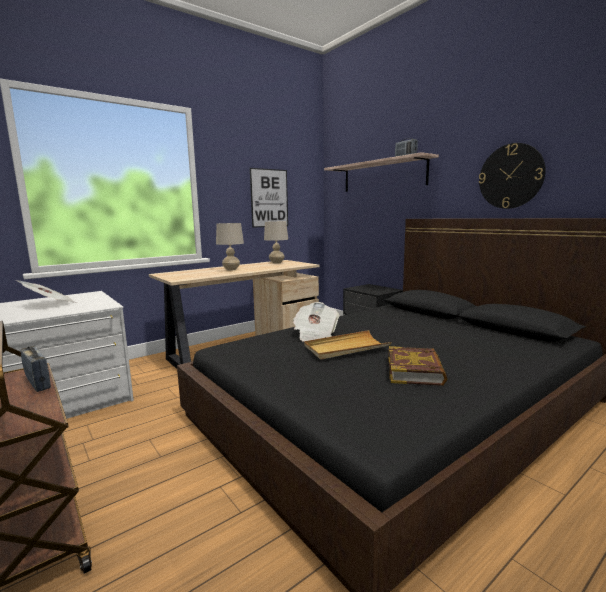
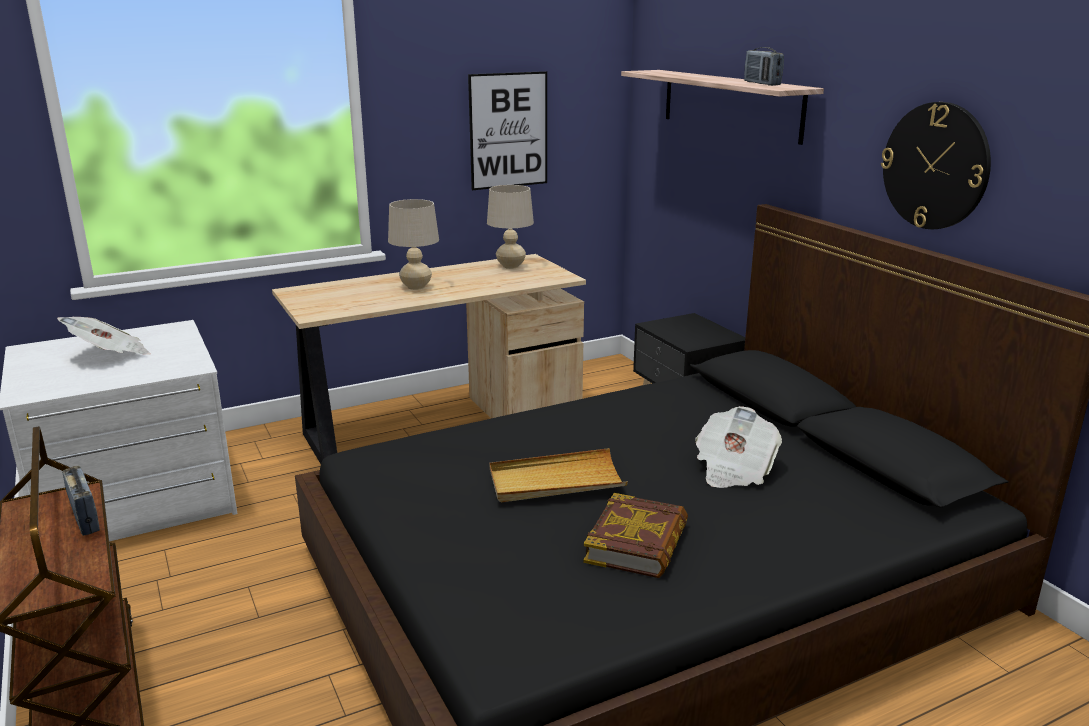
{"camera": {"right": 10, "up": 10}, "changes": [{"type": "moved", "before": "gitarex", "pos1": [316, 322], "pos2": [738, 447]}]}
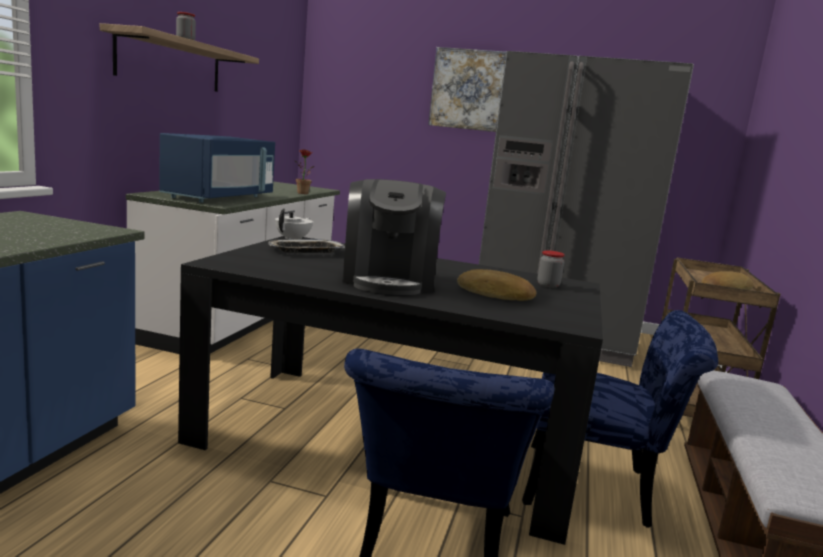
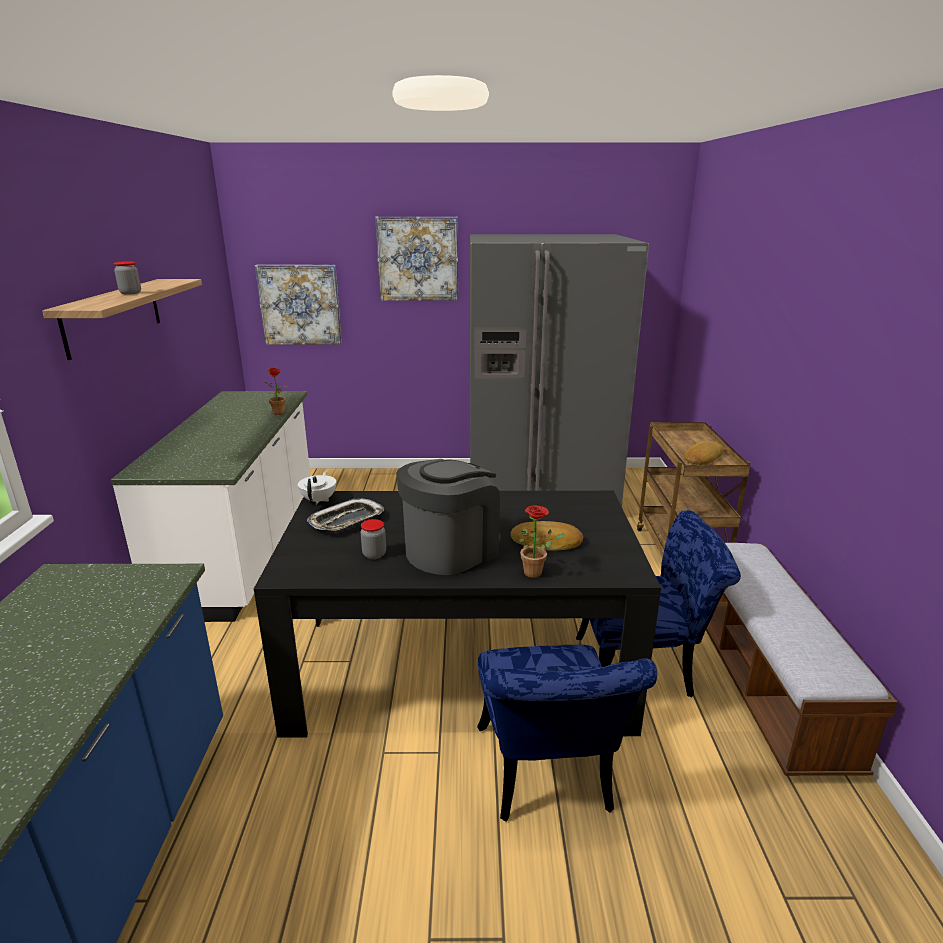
{"camera": {"right": -15, "up": 10}, "changes": [{"type": "added", "after": "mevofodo", "pos2": [298, 305]}, {"type": "moved", "before": "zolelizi", "pos1": [551, 269], "pos2": [373, 539]}, {"type": "turned", "before": "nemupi", "pos1": [394, 237], "pos2": [448, 517], "turn": -120}, {"type": "added", "after": "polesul", "pos2": [542, 541]}, {"type": "removed", "before": "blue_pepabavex", "pos1": [217, 168]}]}
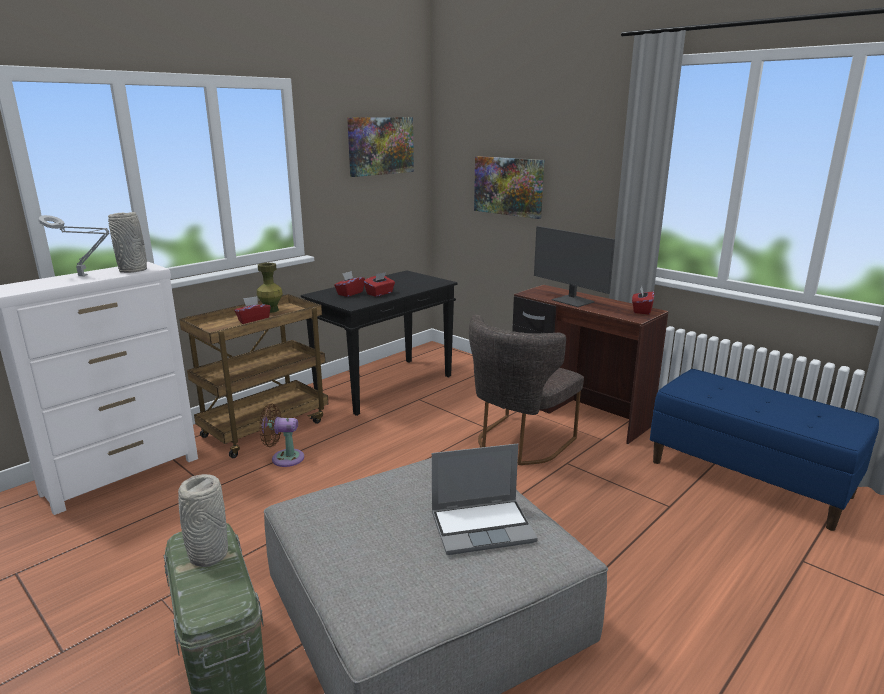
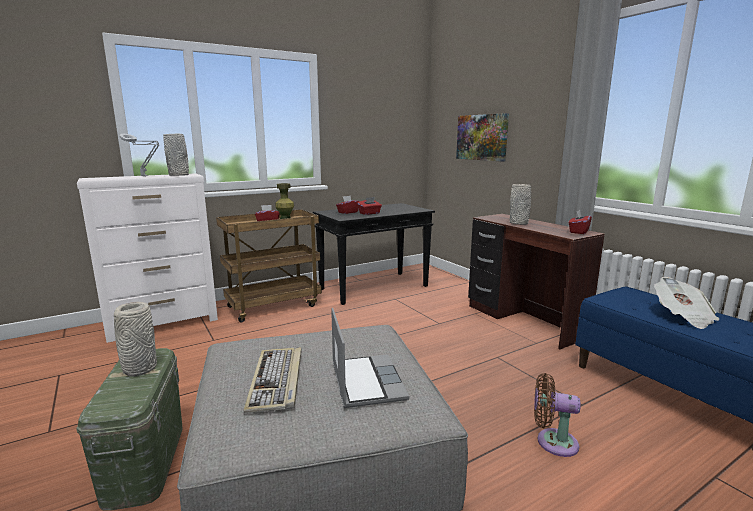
{"camera": {"right": 15, "up": -5}, "changes": [{"type": "added", "after": "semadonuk", "pos2": [273, 380]}, {"type": "turned", "before": "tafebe", "pos1": [485, 499], "pos2": [370, 358], "turn": -105}, {"type": "replaced", "before": "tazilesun", "after": "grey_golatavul", "pos1": [574, 266], "pos2": [520, 204]}, {"type": "moved", "before": "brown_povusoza", "pos1": [281, 435], "pos2": [557, 415]}, {"type": "added", "after": "gitarex", "pos2": [686, 303]}, {"type": "removed", "before": "mevofodo", "pos1": [380, 147]}, {"type": "removed", "before": "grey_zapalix", "pos1": [526, 390]}]}
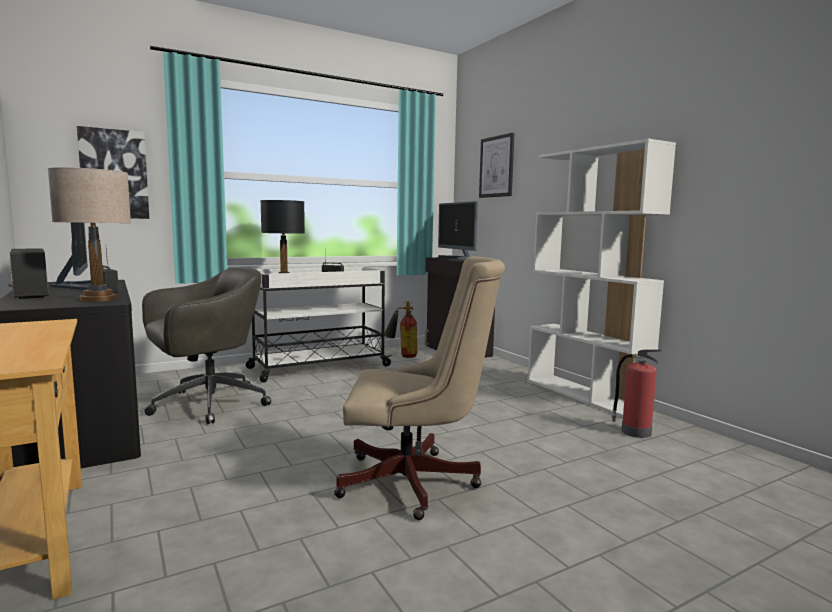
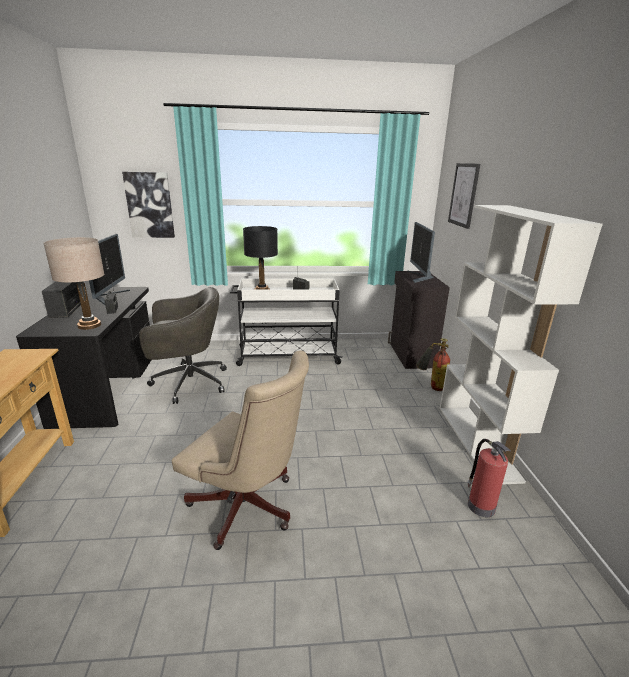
{"camera": {"right": 25, "up": 15}, "changes": [{"type": "moved", "before": "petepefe", "pos1": [400, 329], "pos2": [433, 364]}]}
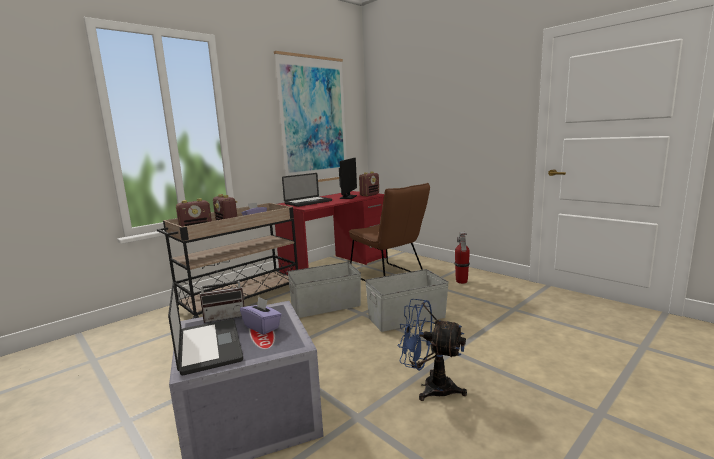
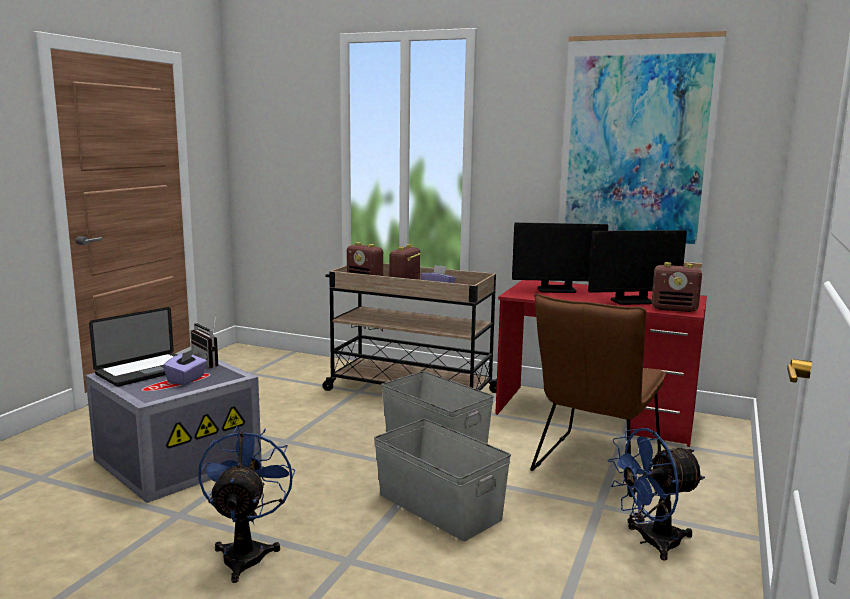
{"camera": {"right": 65, "up": 0}, "changes": [{"type": "replaced", "before": "tafebe", "after": "tazilesun", "pos1": [307, 190], "pos2": [560, 257]}, {"type": "replaced", "before": "petepefe", "after": "blue_povusoza", "pos1": [462, 258], "pos2": [656, 494]}]}
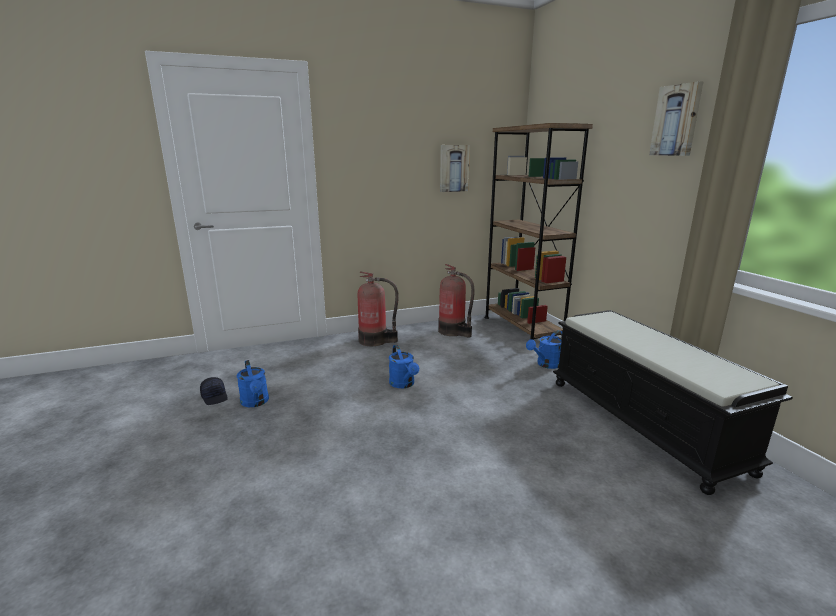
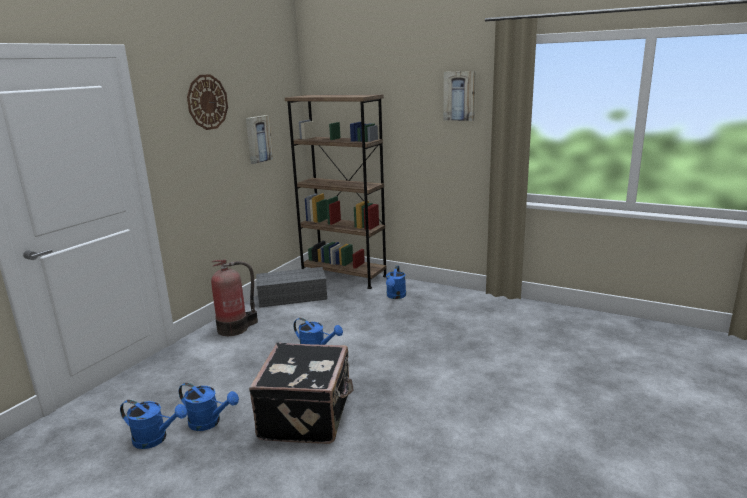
{"camera": {"right": -40, "up": 0}, "changes": [{"type": "replaced", "before": "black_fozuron", "after": "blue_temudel", "pos1": [214, 391], "pos2": [153, 424]}, {"type": "added", "after": "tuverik", "pos2": [207, 102]}, {"type": "added", "after": "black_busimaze", "pos2": [301, 393]}, {"type": "replaced", "before": "petepefe", "after": "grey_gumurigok", "pos1": [456, 301], "pos2": [291, 287]}, {"type": "removed", "before": "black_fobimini", "pos1": [673, 402]}]}
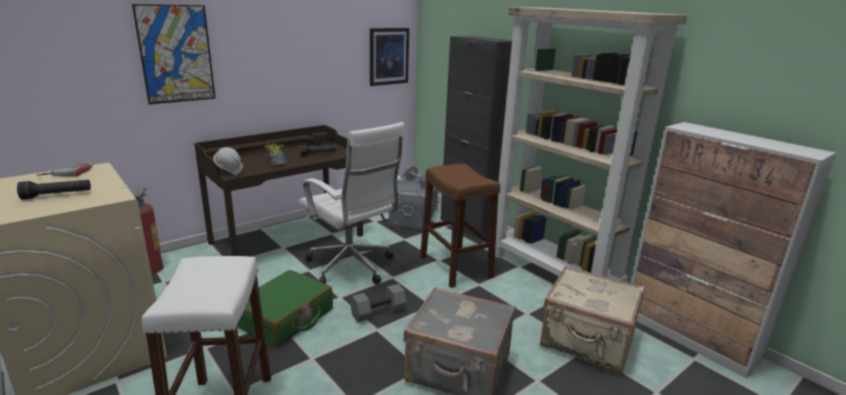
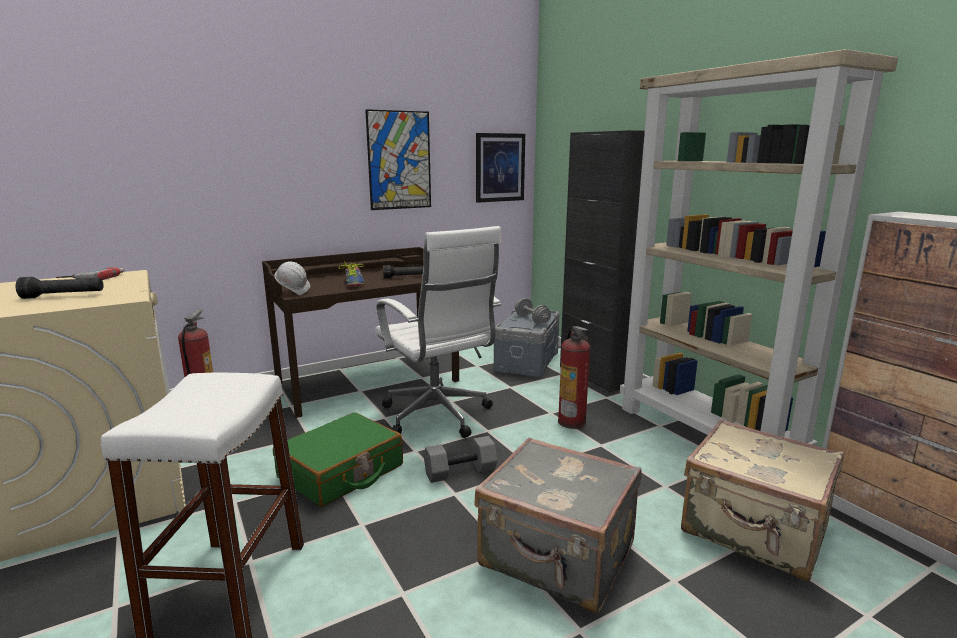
{"camera": {"right": 10, "up": -5}, "changes": [{"type": "moved", "before": "mevofodo", "pos1": [174, 54], "pos2": [398, 159]}, {"type": "replaced", "before": "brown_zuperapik", "after": "petepefe", "pos1": [460, 226], "pos2": [574, 377]}]}
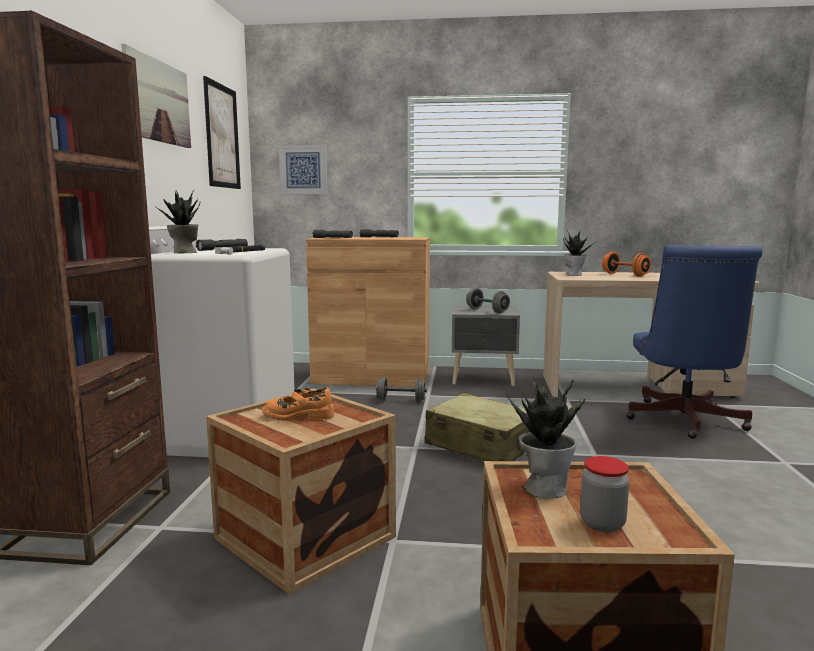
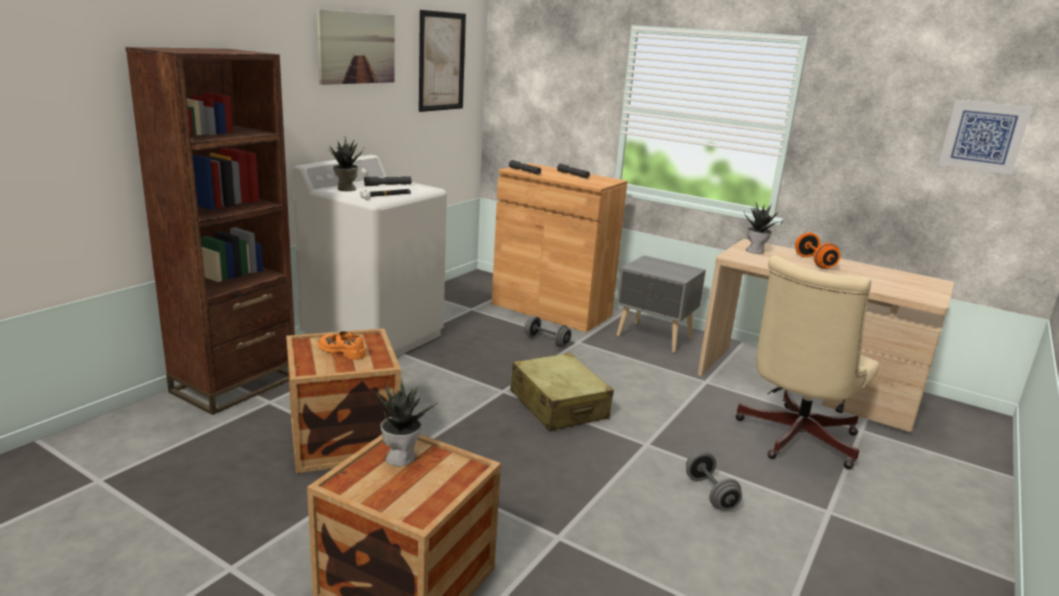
{"camera": {"right": 25, "up": 10}, "changes": [{"type": "moved", "before": "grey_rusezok", "pos1": [488, 300], "pos2": [714, 481]}, {"type": "recoloured", "before": "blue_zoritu", "after": "beige_zoritu", "pos1": [694, 342], "pos2": [807, 362]}, {"type": "moved", "before": "mevofodo", "pos1": [303, 170], "pos2": [985, 137]}, {"type": "removed", "before": "zolelizi", "pos1": [605, 494]}]}
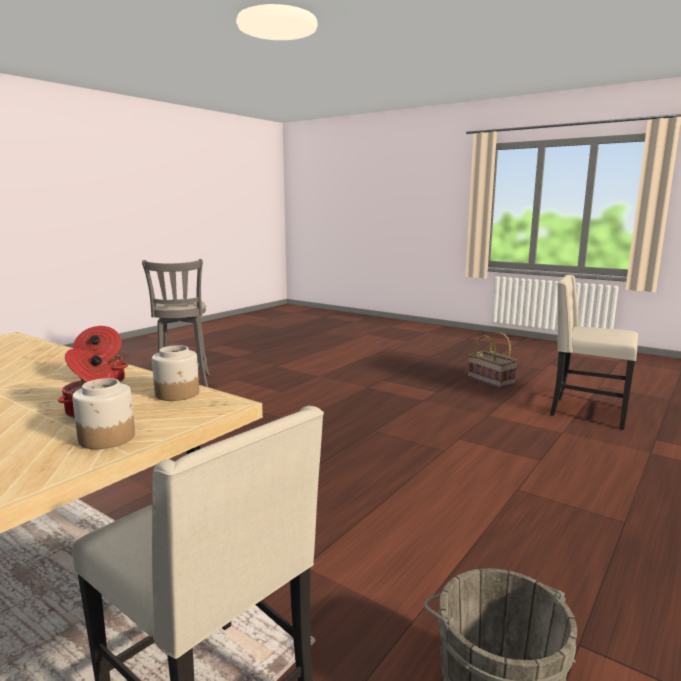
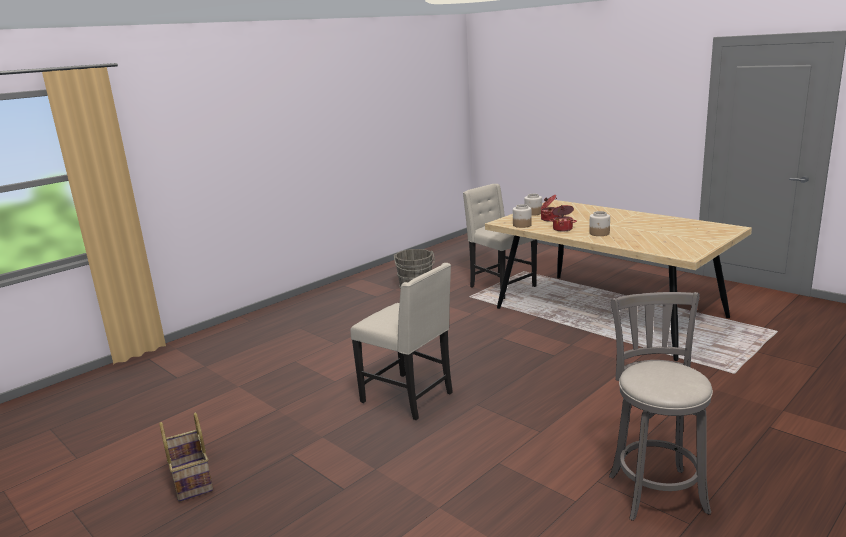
{"camera": {"right": -170, "up": 5}, "changes": [{"type": "moved", "before": "beige_zapalix", "pos1": [594, 352], "pos2": [402, 341]}, {"type": "added", "after": "zolelizi", "pos2": [599, 223]}]}
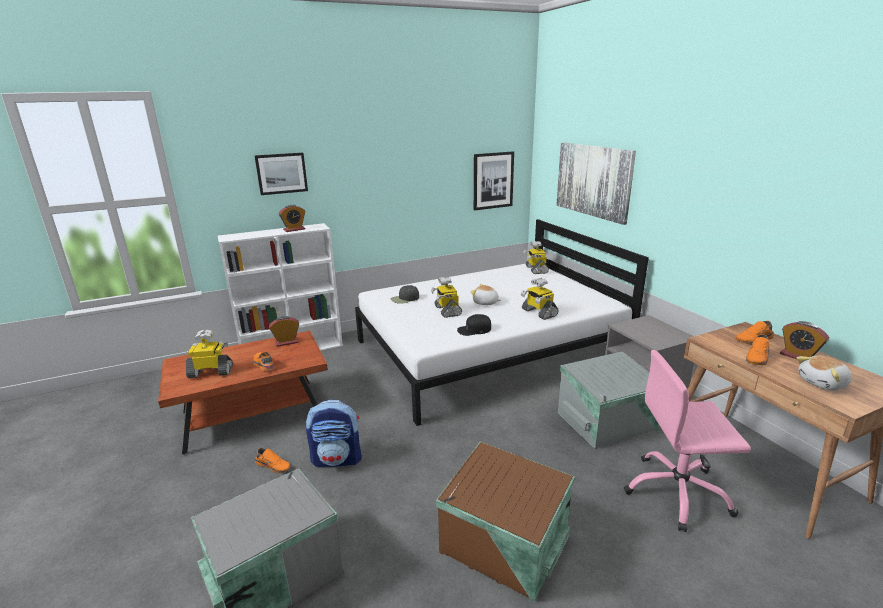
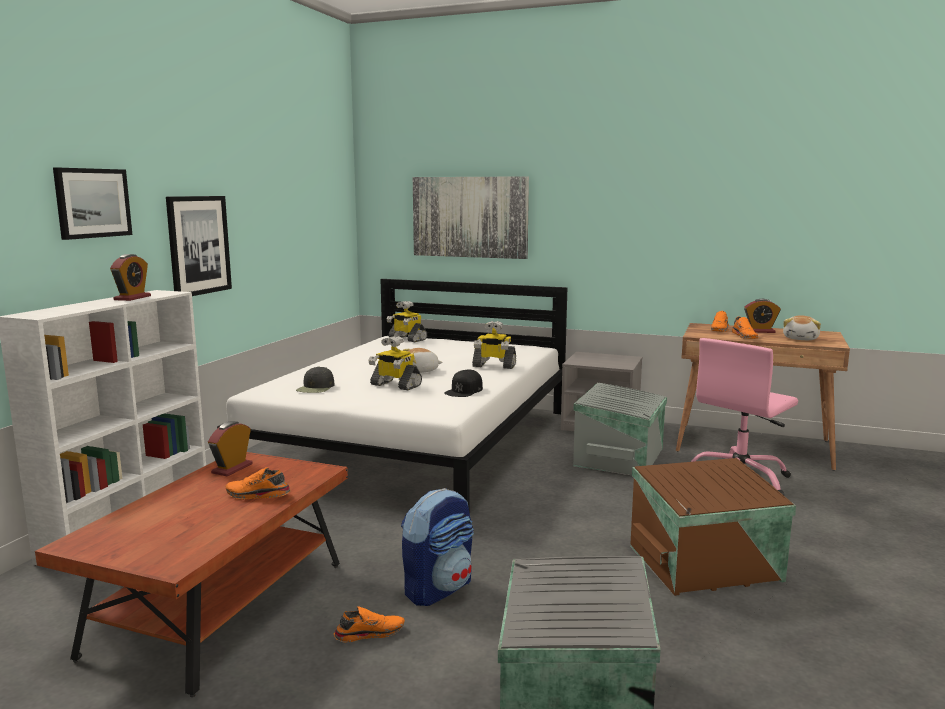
{"camera": {"right": -45, "up": -10}, "changes": [{"type": "moved", "before": "mevofodo", "pos1": [494, 180], "pos2": [199, 246]}, {"type": "removed", "before": "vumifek", "pos1": [209, 354]}]}
